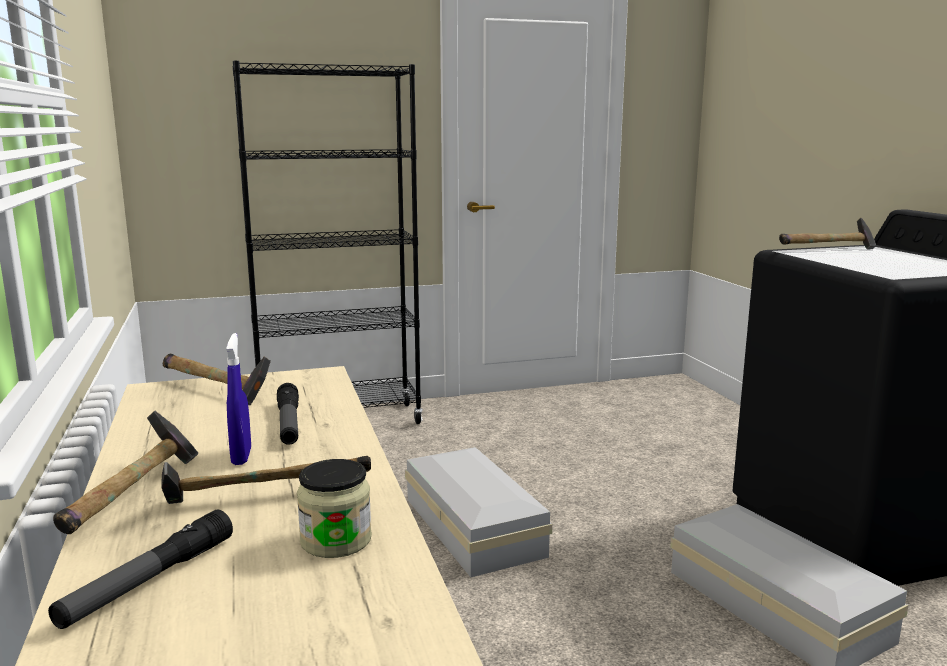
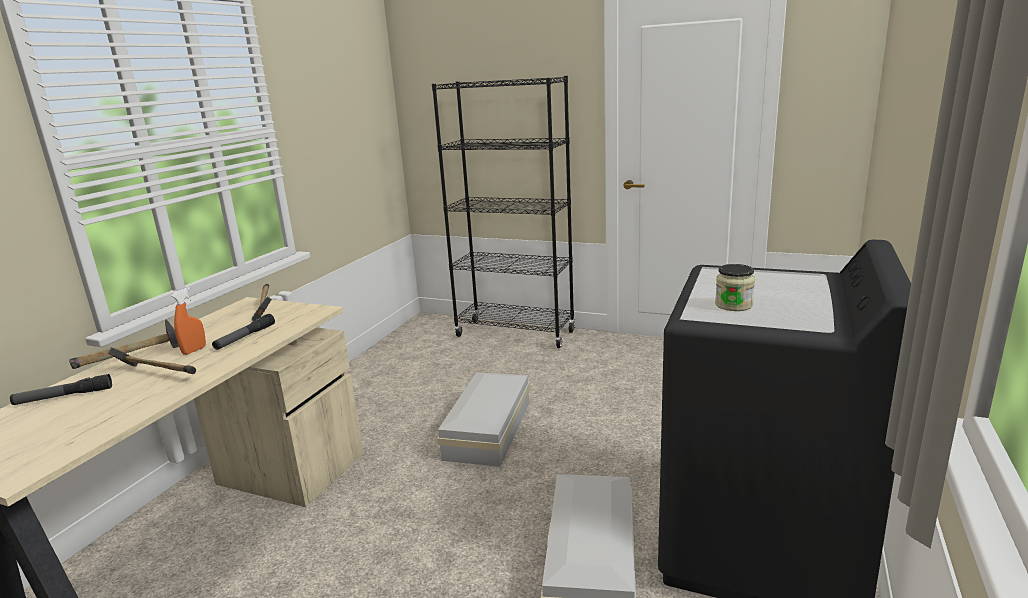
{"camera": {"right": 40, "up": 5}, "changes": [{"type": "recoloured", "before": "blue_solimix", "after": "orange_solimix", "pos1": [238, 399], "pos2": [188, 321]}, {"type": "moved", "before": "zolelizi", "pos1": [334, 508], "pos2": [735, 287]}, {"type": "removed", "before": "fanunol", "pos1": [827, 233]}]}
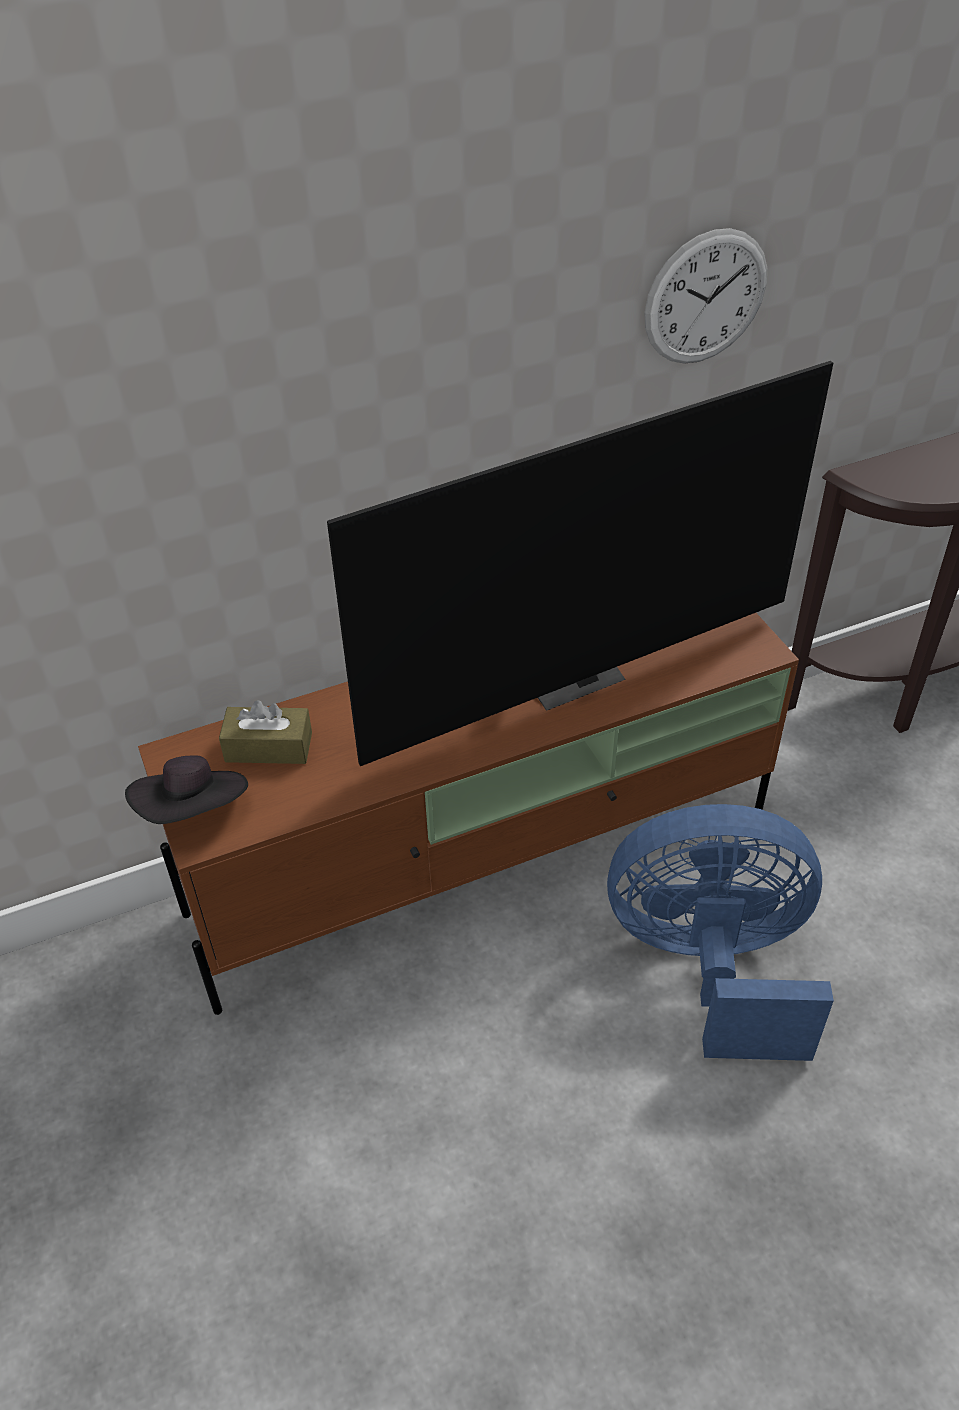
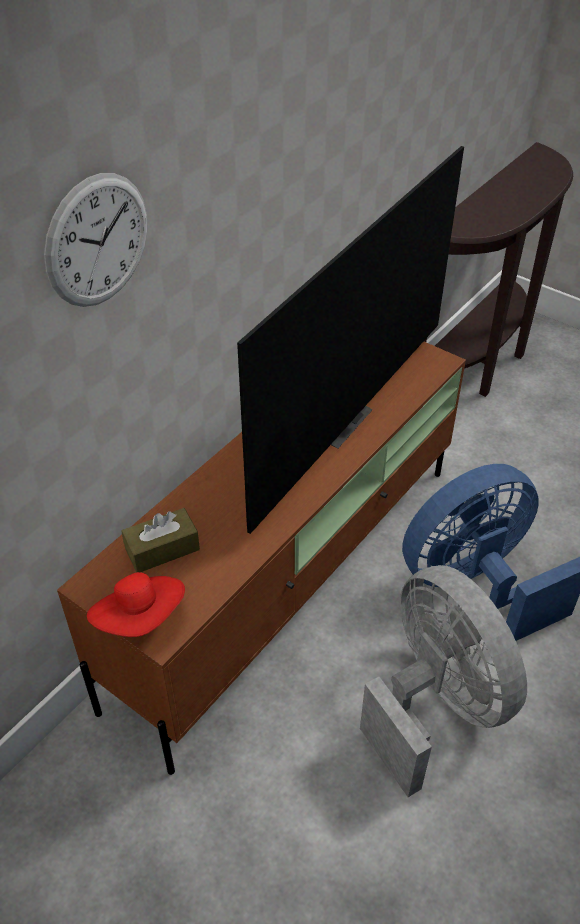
{"camera": {"right": -30, "up": 0}, "changes": [{"type": "moved", "before": "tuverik", "pos1": [705, 296], "pos2": [95, 240]}, {"type": "recoloured", "before": "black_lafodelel", "after": "red_lafodelel", "pos1": [186, 790], "pos2": [136, 604]}, {"type": "added", "after": "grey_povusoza", "pos2": [443, 681]}]}
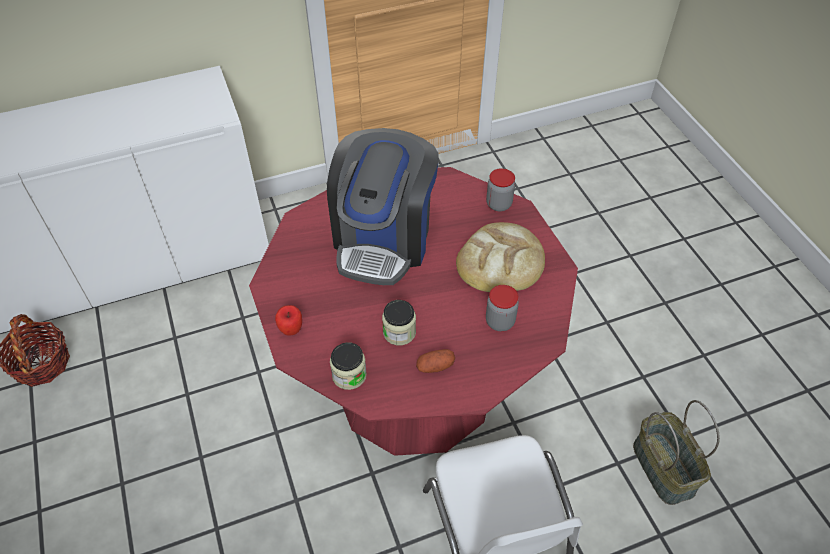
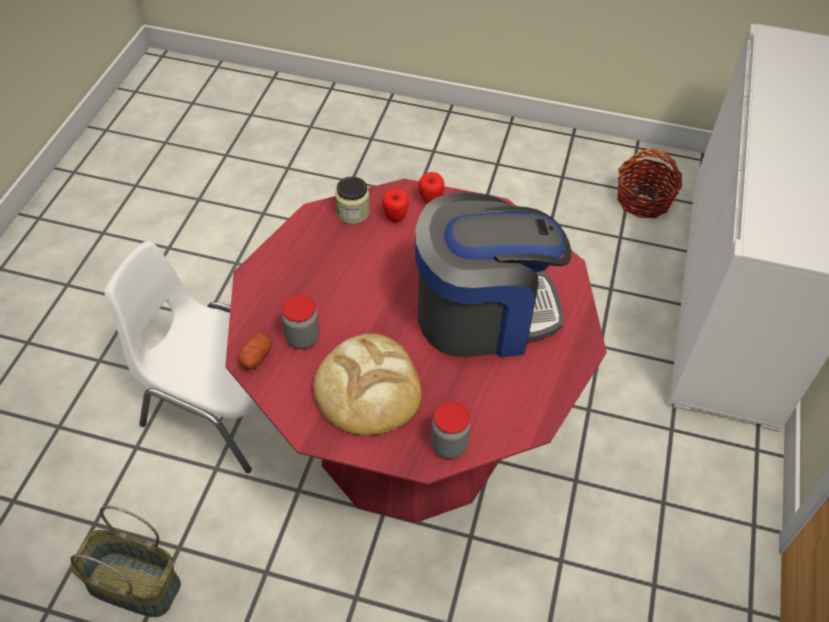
{"camera": {"right": 125, "up": 0}, "changes": [{"type": "moved", "before": "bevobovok", "pos1": [435, 361], "pos2": [255, 351]}, {"type": "added", "after": "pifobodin", "pos2": [395, 206]}, {"type": "turned", "before": "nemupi", "pos1": [383, 206], "pos2": [493, 275], "turn": 120}, {"type": "removed", "before": "zolelizi", "pos1": [399, 322]}]}
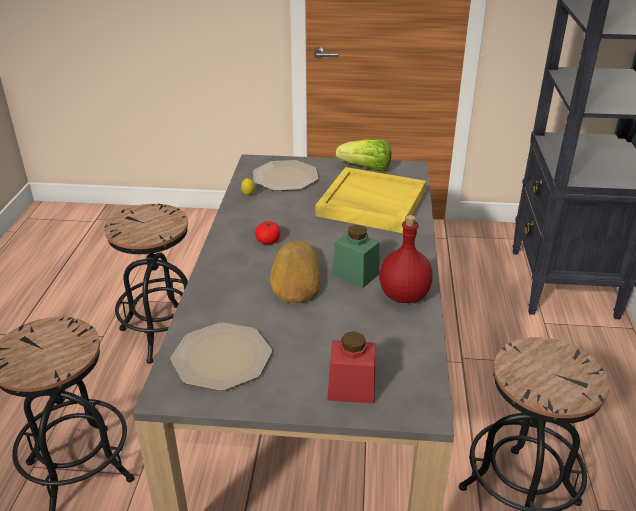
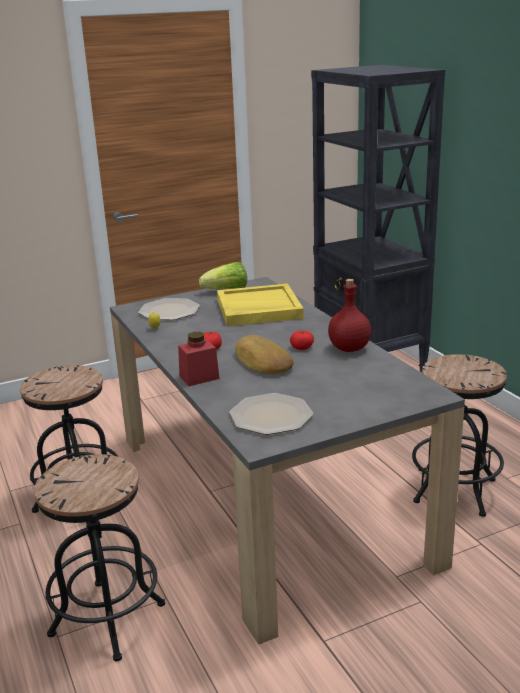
{"camera": {"right": -30, "up": -10}, "changes": [{"type": "moved", "before": "red_zolelizi", "pos1": [351, 367], "pos2": [199, 359]}, {"type": "replaced", "before": "green_zolelizi", "after": "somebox", "pos1": [356, 256], "pos2": [302, 340]}]}
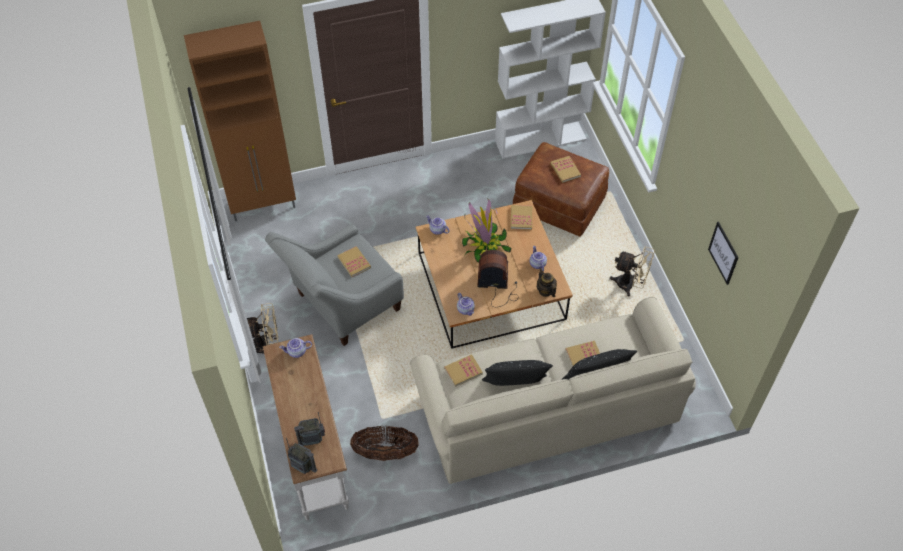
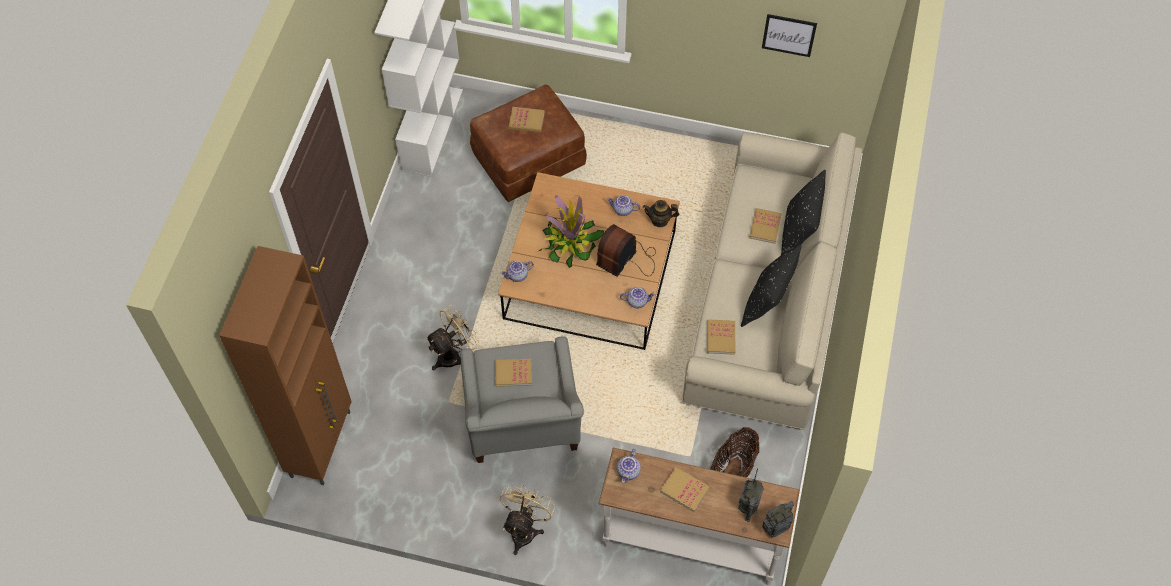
{"camera": {"right": -60, "up": 5}, "changes": [{"type": "moved", "before": "beige_povusoza", "pos1": [632, 271], "pos2": [452, 338]}, {"type": "moved", "before": "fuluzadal", "pos1": [521, 217], "pos2": [685, 489]}]}
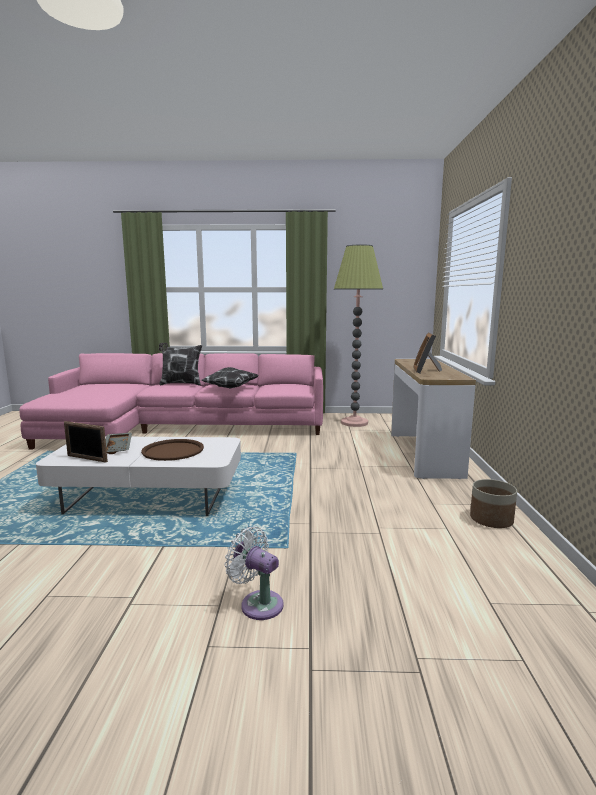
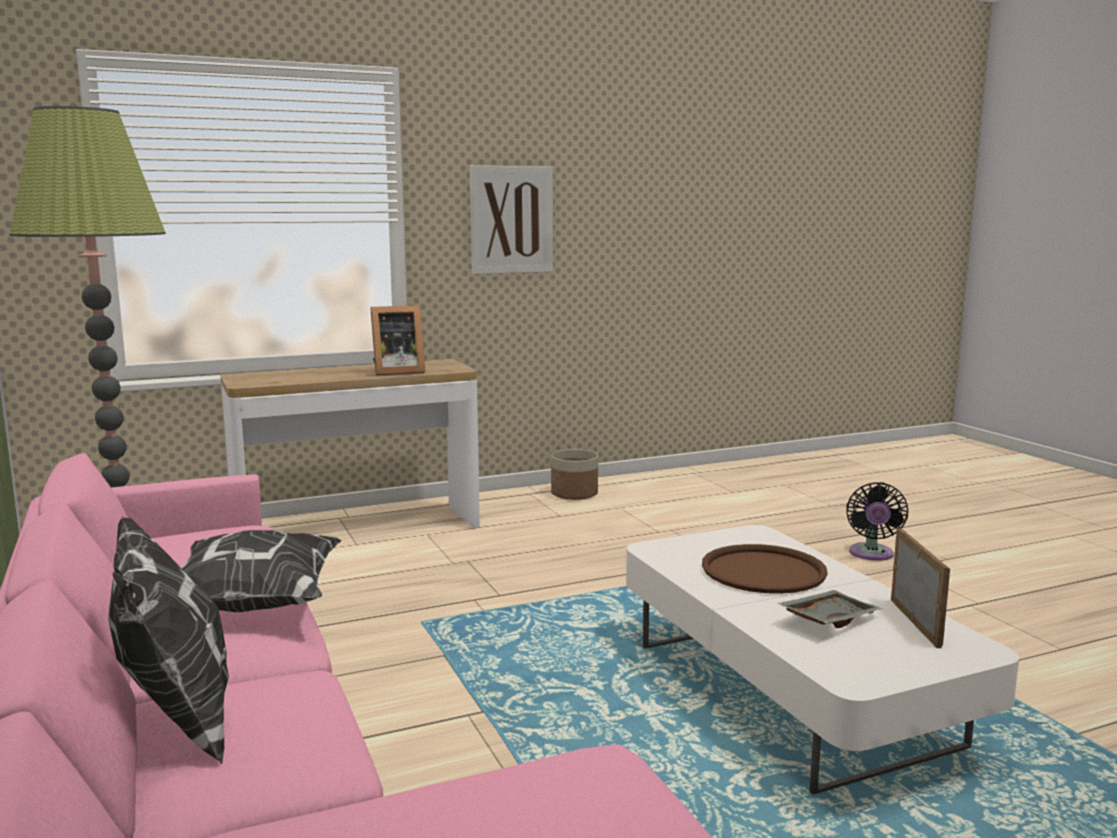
{"camera": {"right": -115, "up": 0}, "changes": [{"type": "added", "after": "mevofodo", "pos2": [511, 219]}, {"type": "recoloured", "before": "white_povusoza", "after": "black_povusoza", "pos1": [254, 573], "pos2": [877, 521]}]}
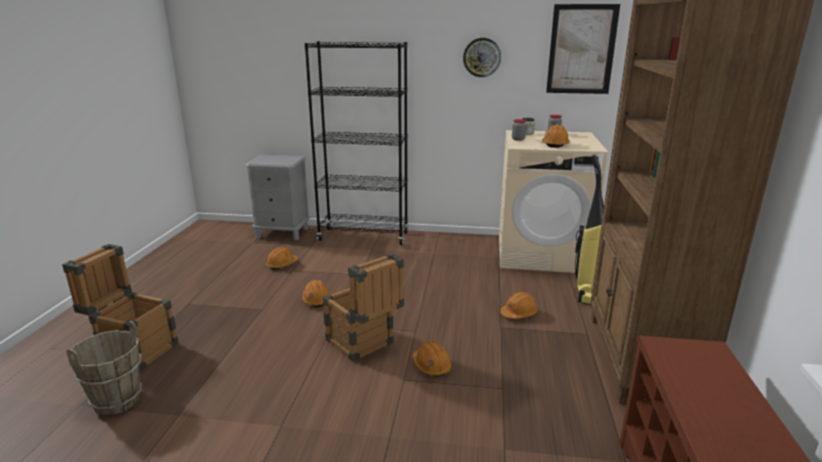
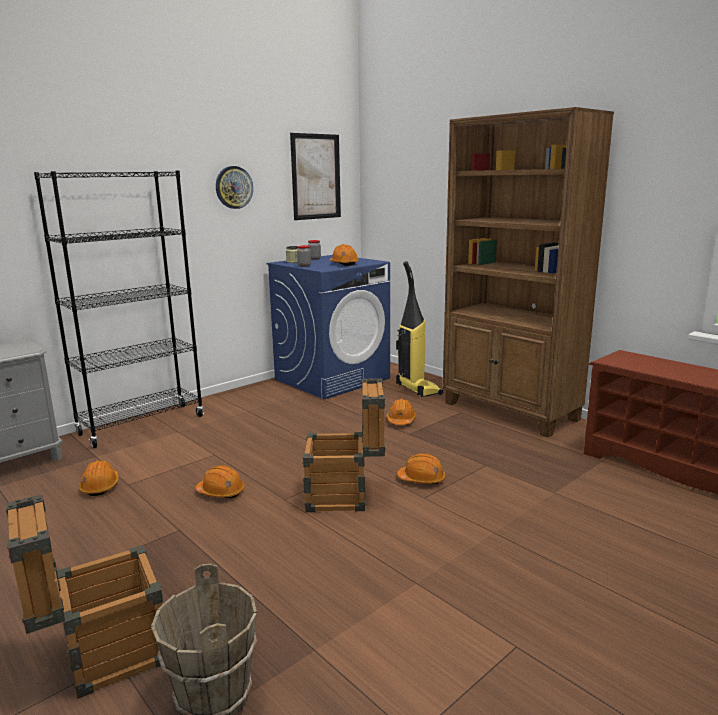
{"camera": {"right": -50, "up": -5}, "changes": [{"type": "recoloured", "before": "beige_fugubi", "after": "blue_fugubi", "pos1": [553, 201], "pos2": [328, 327]}]}
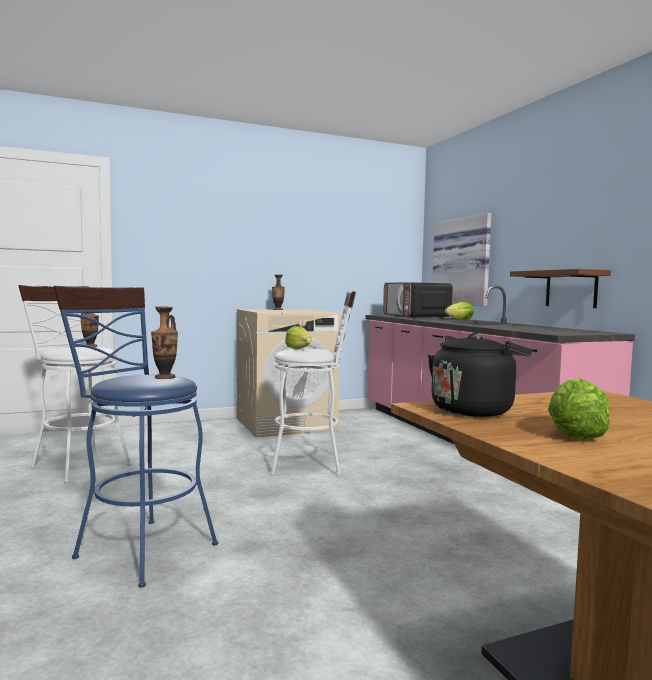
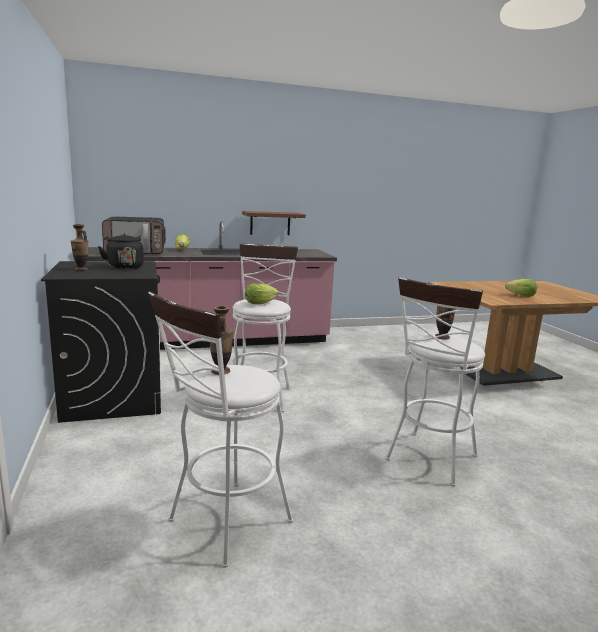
{"camera": {"right": -85, "up": 10}, "changes": [{"type": "recoloured", "before": "beige_fugubi", "after": "black_fugubi", "pos1": [289, 373], "pos2": [101, 342]}, {"type": "moved", "before": "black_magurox", "pos1": [480, 375], "pos2": [121, 251]}, {"type": "recoloured", "before": "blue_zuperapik", "after": "white_zuperapik", "pos1": [135, 437], "pos2": [435, 382]}, {"type": "removed", "before": "mevofodo", "pos1": [461, 259]}]}
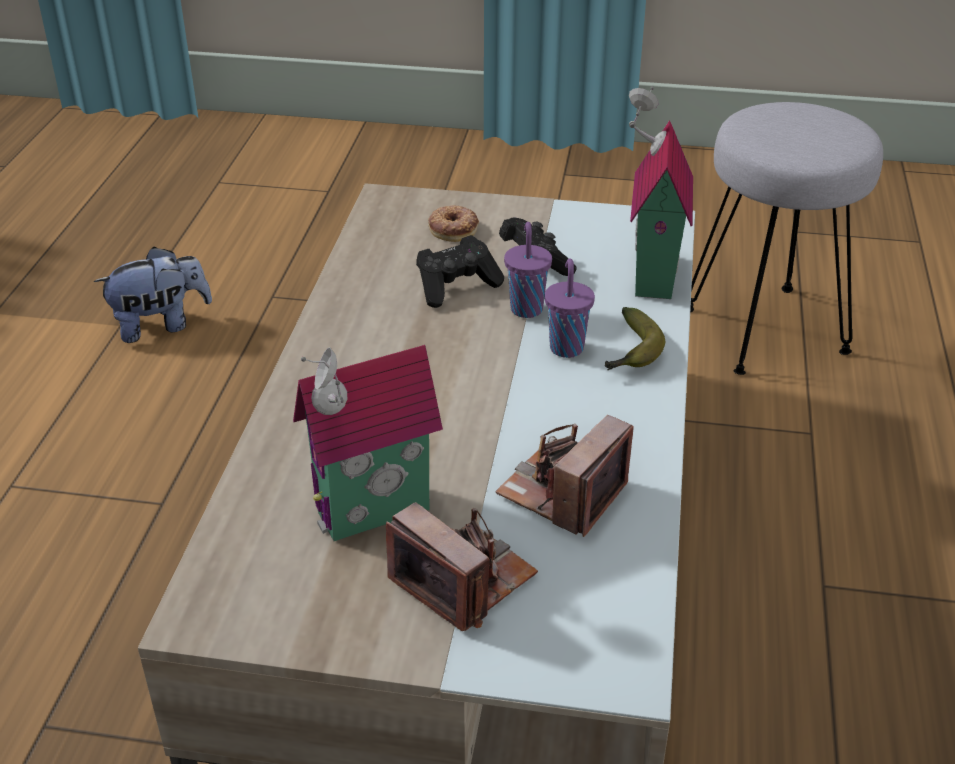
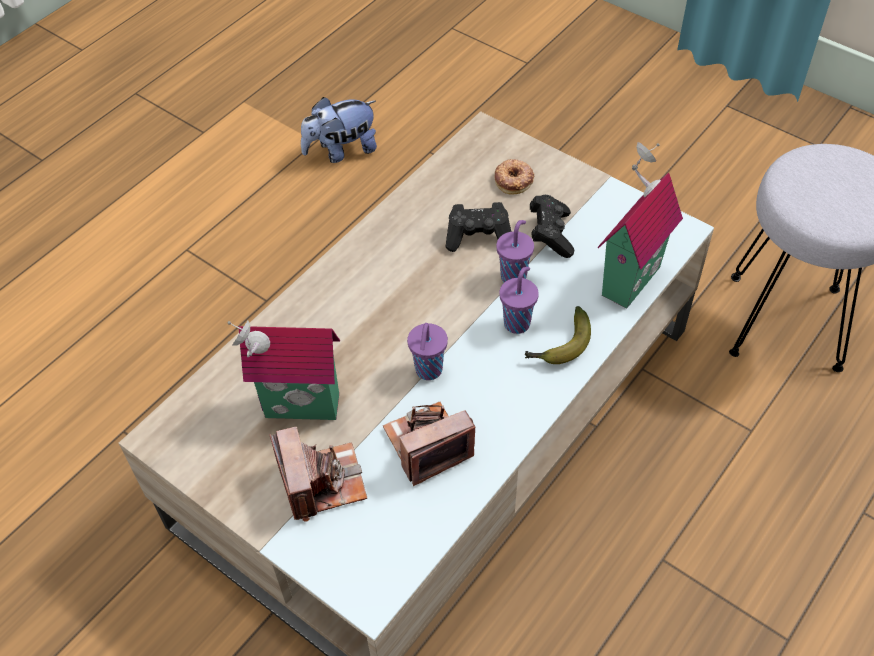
{"camera": {"right": 30, "up": 15}, "changes": [{"type": "turned", "before": "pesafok", "pos1": [153, 295], "pos2": [339, 130], "turn": 150}, {"type": "added", "after": "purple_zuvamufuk", "pos2": [427, 351]}]}
